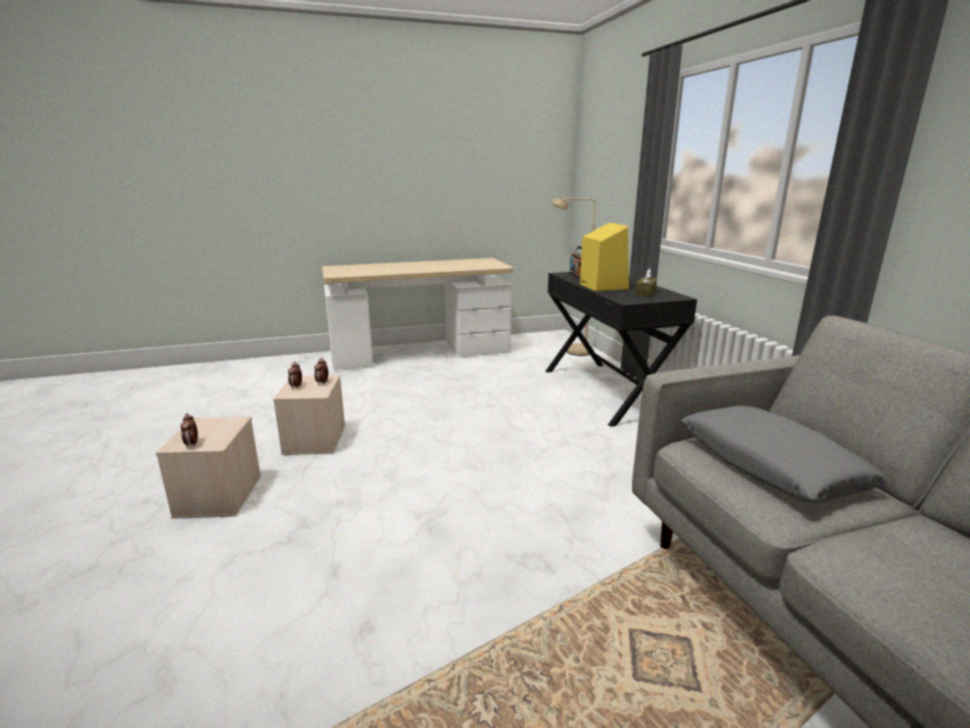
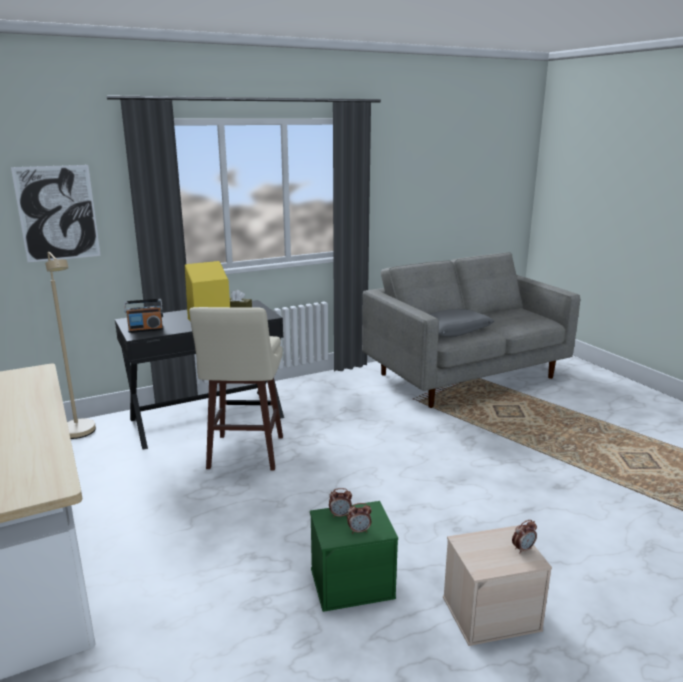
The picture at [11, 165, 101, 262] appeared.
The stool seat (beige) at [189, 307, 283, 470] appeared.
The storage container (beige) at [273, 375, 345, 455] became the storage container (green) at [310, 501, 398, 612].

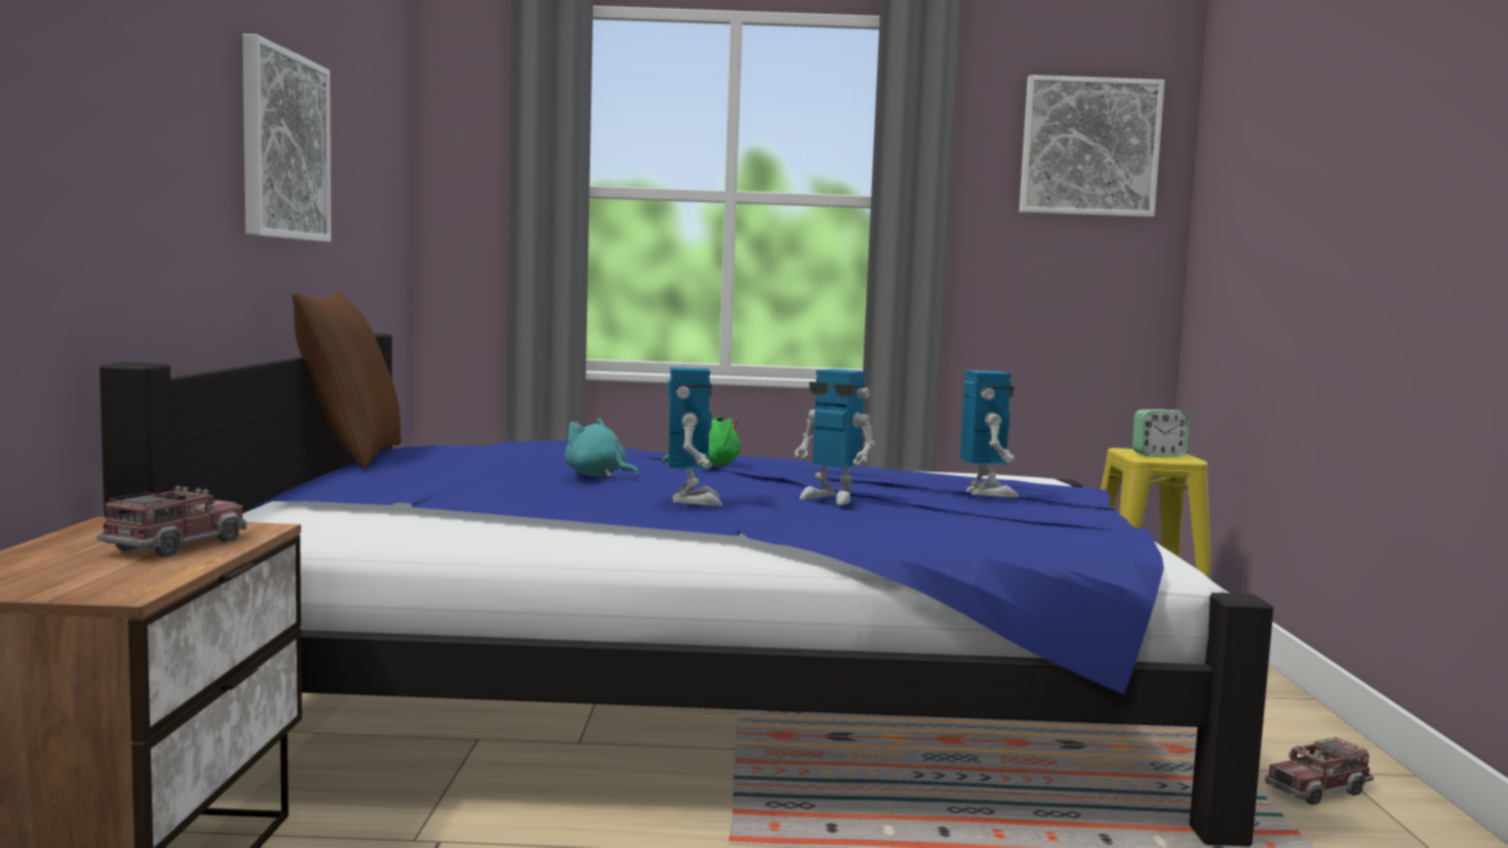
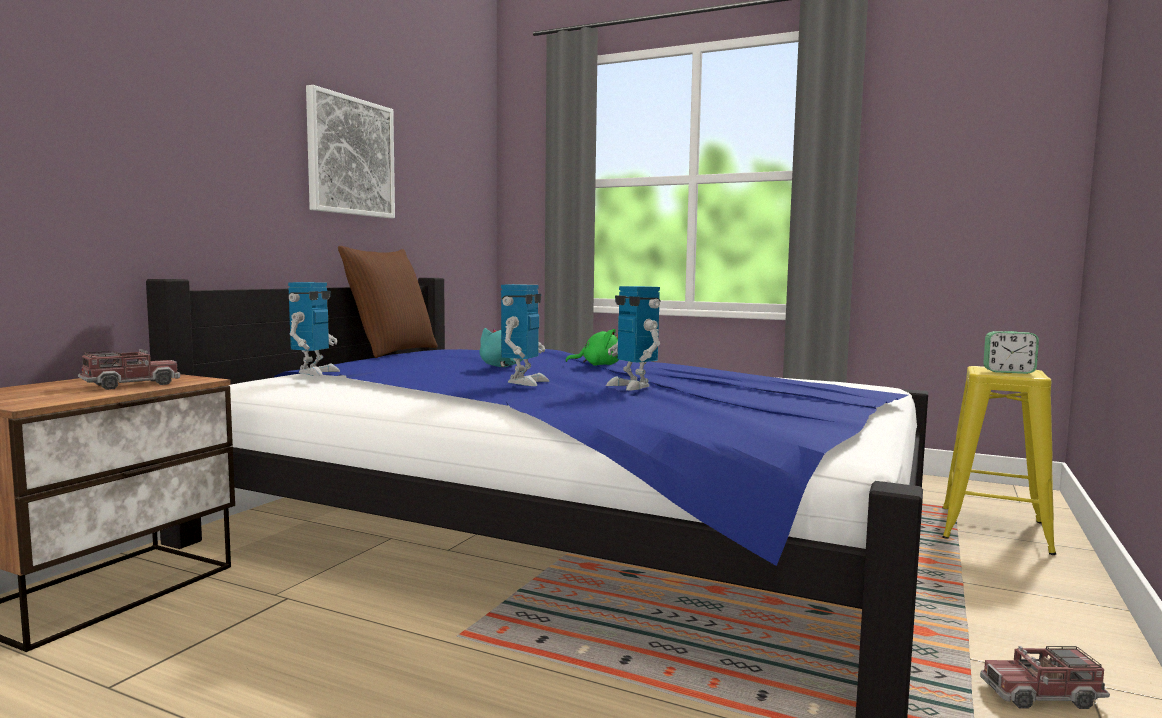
The picture at [1019, 75, 1165, 217] disappeared.
The model robot moved from [960, 370, 1019, 498] to [288, 282, 340, 376].

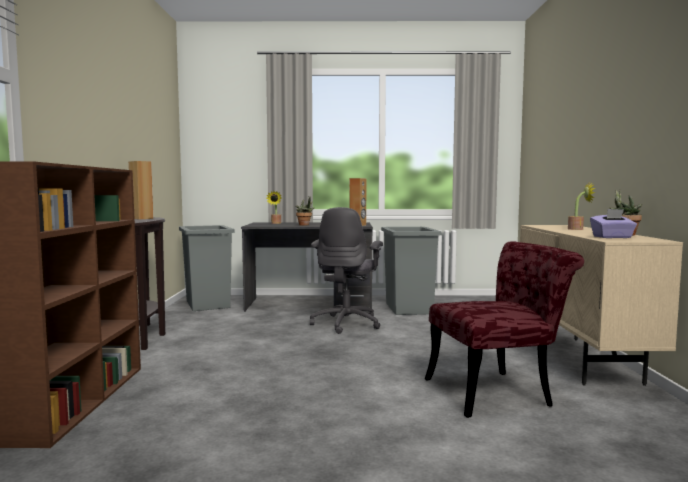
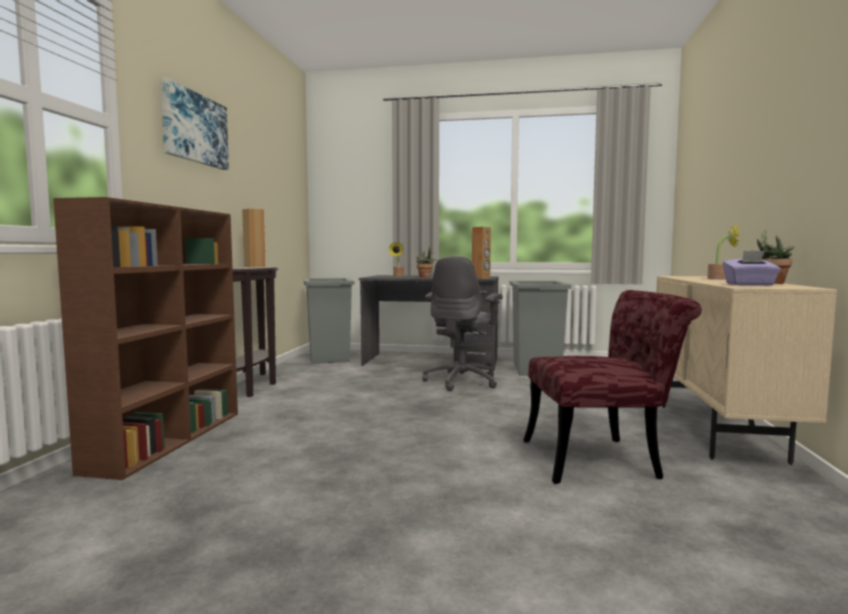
The picture at [160, 78, 229, 170] appeared.

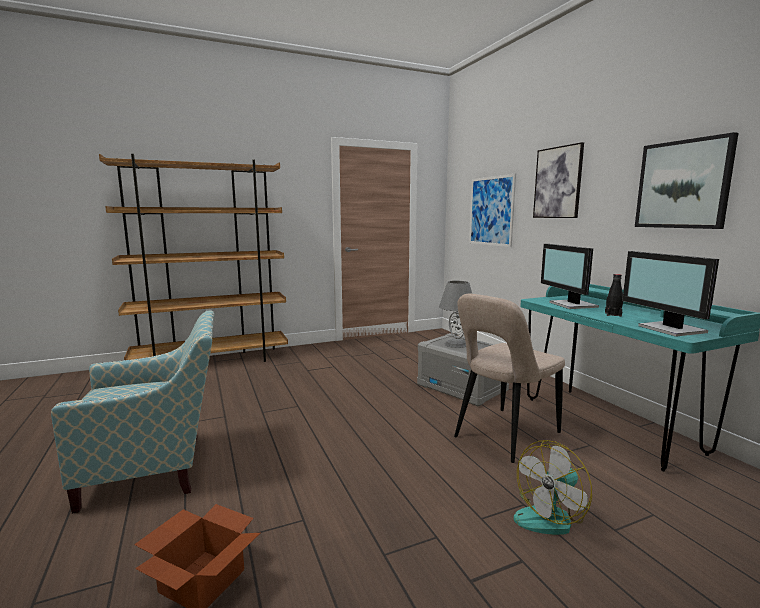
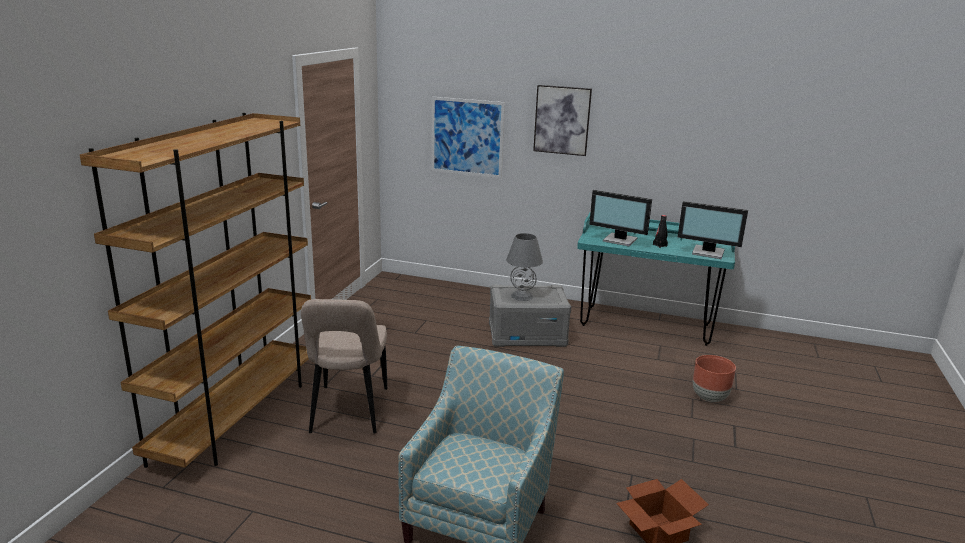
The picture at [635, 132, 738, 229] disappeared.
The plain chair (beige) moved from [454, 294, 565, 463] to [301, 299, 387, 434].
The electric fan at [514, 440, 592, 535] was replaced by the planter (brown-coloured) at [693, 355, 736, 402].

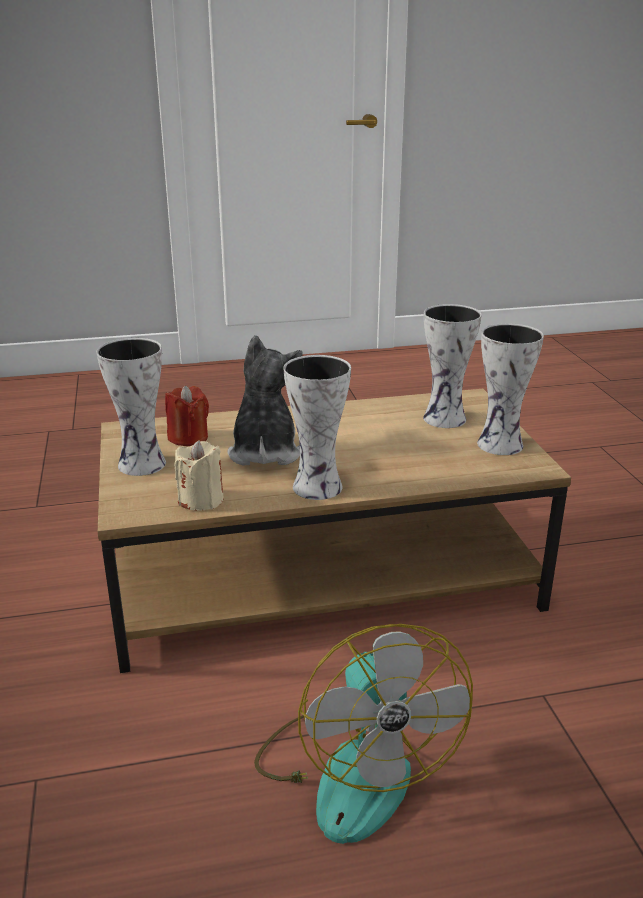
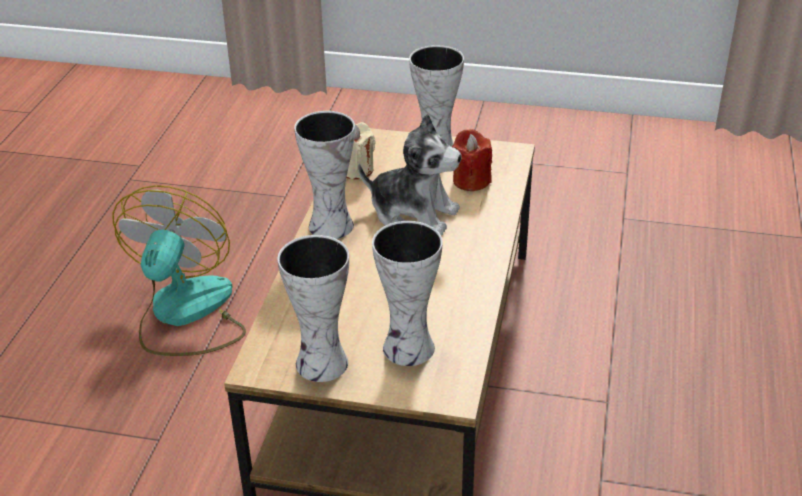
The electric fan at [254, 624, 473, 844] turned 90 degrees clockwise.

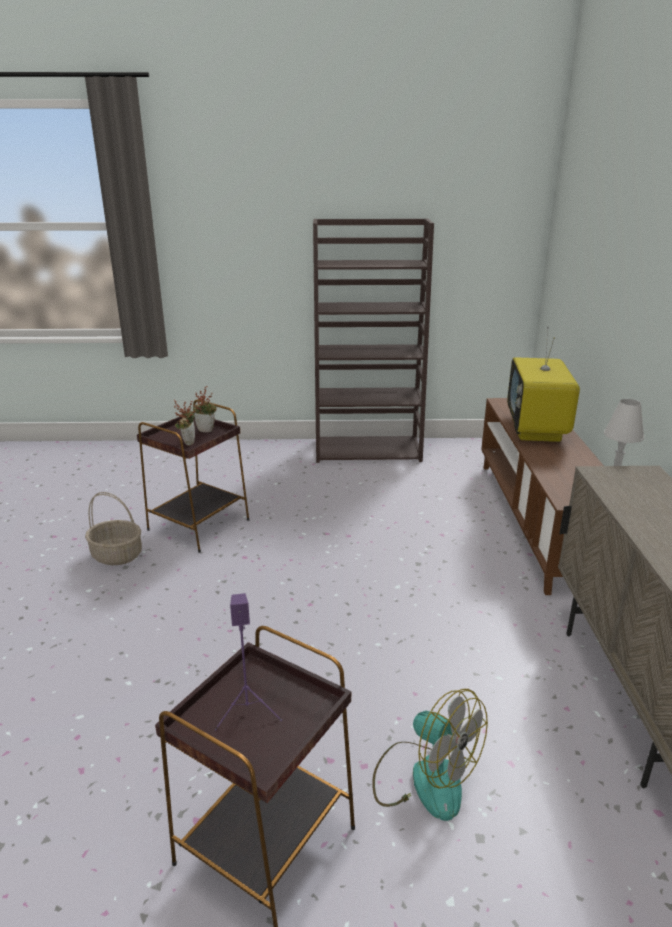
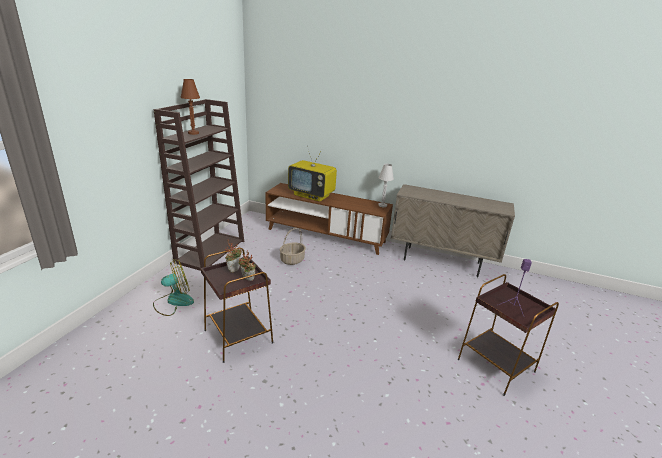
The tabletop lamp (brown-coloured) at [181, 79, 200, 135] appeared.
The storage basket moved from [85, 492, 142, 565] to [280, 228, 306, 265].
The electric fan moved from [372, 689, 488, 821] to [153, 260, 194, 316].

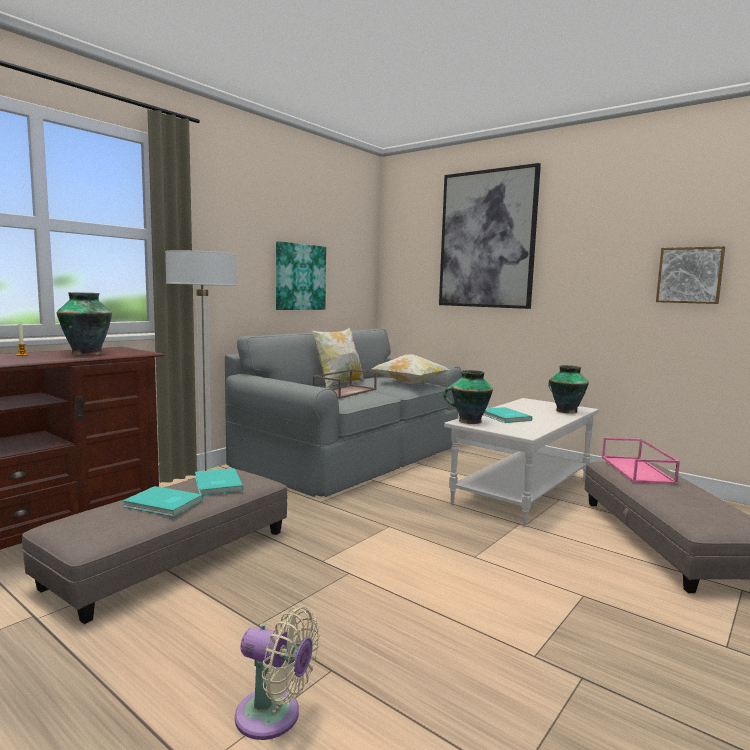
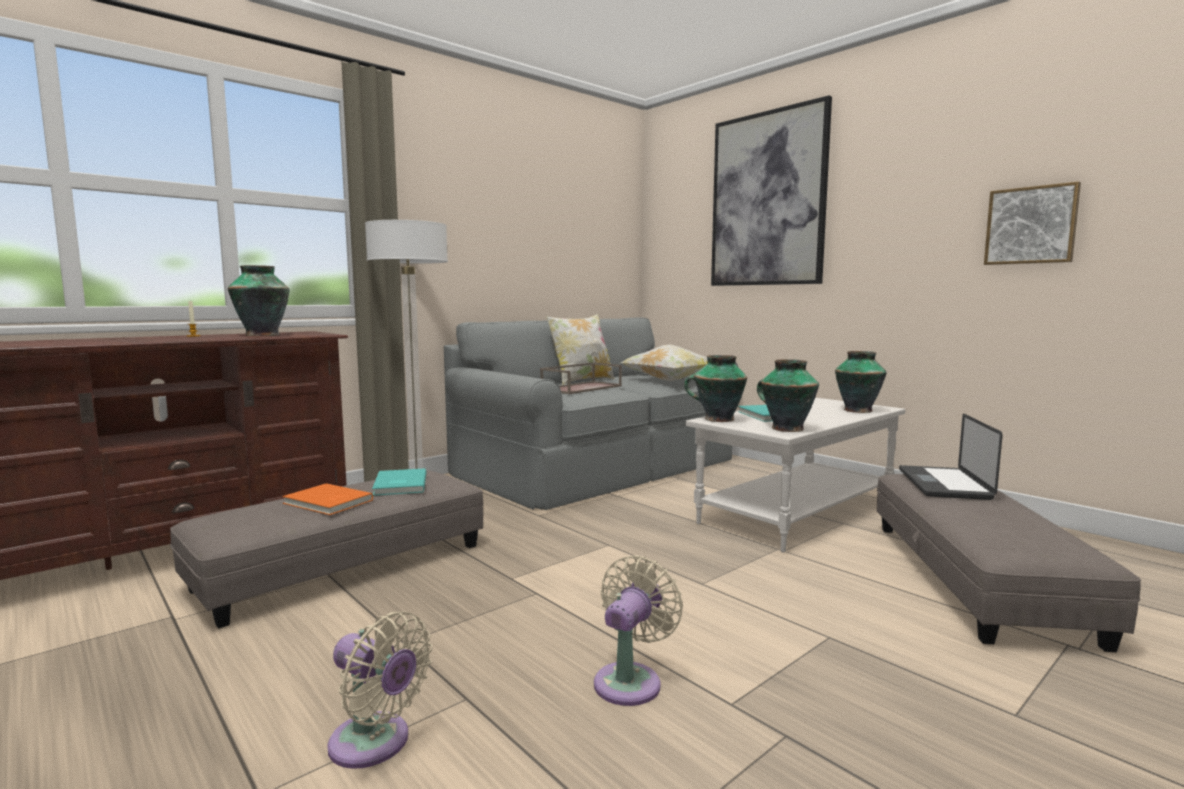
The picture at [276, 241, 326, 310] disappeared.
The electric fan (beige) at [594, 555, 683, 706] appeared.
The flower vase at [757, 359, 819, 432] appeared.
The carrying tray (pinkish) at [602, 438, 680, 484] was replaced by the laptop at [899, 414, 1003, 500].
The book (blue-green) at [122, 486, 203, 517] became the book (orange-coloured) at [282, 483, 373, 515].

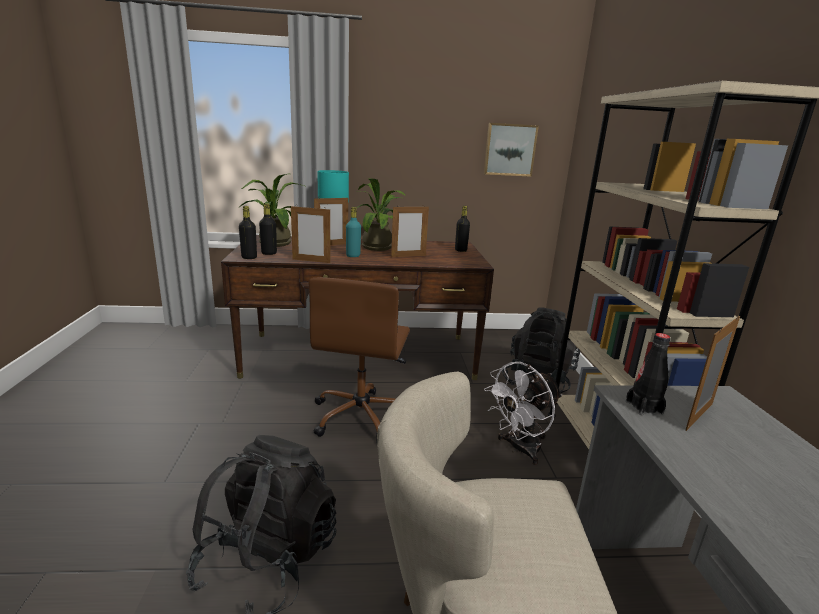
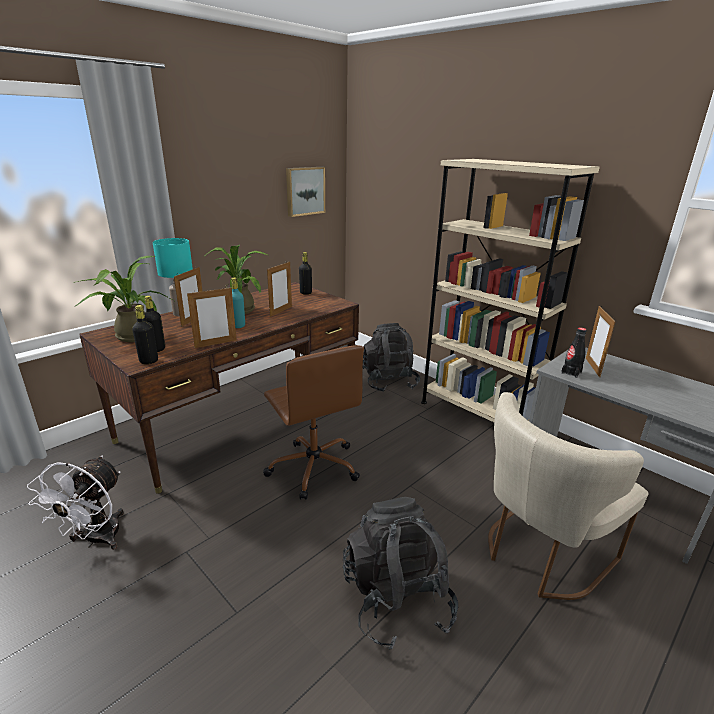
The electric fan (whitish) moved from [484, 362, 562, 465] to [27, 455, 124, 550].

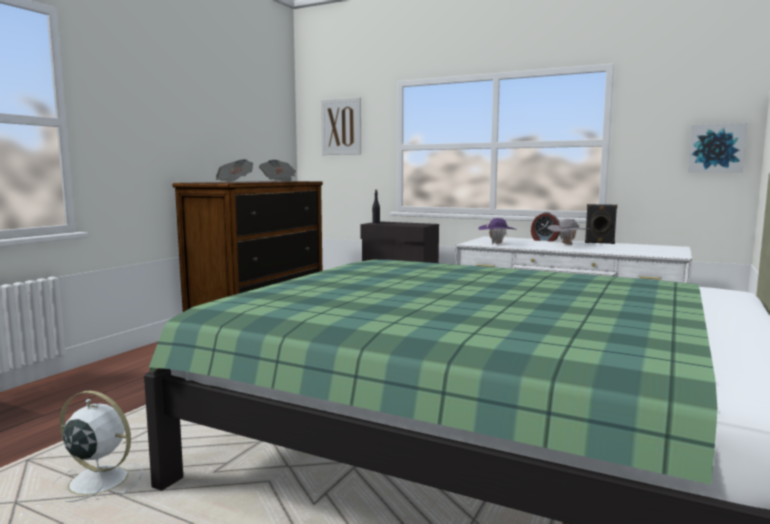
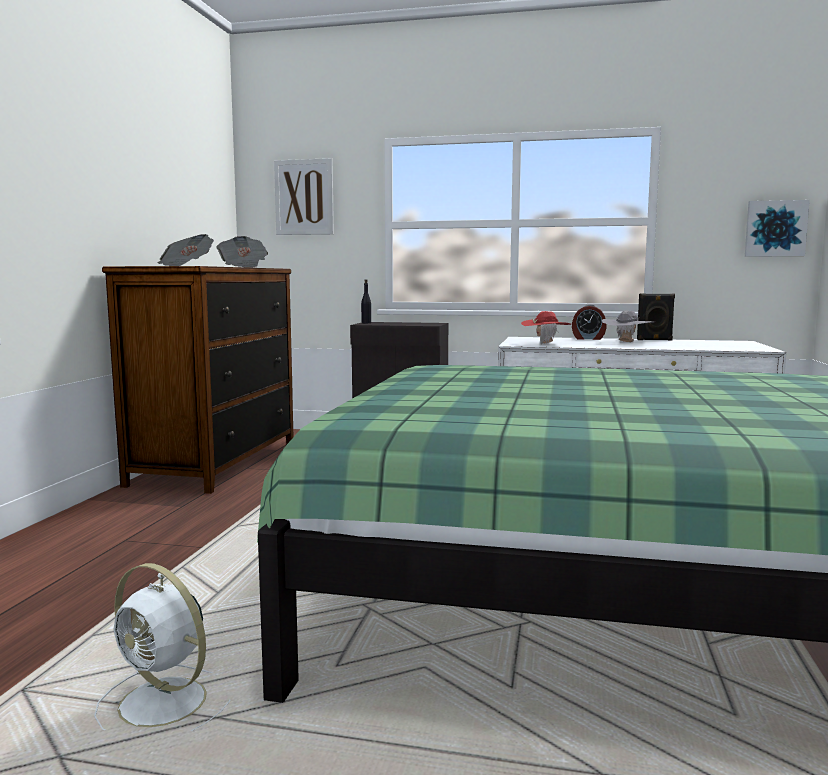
The wearable hat (purple) at [478, 218, 514, 245] became the wearable hat (red-coloured) at [521, 311, 571, 345].
The electric fan (whitish) at [50, 390, 143, 502] turned 150 degrees counterclockwise.

